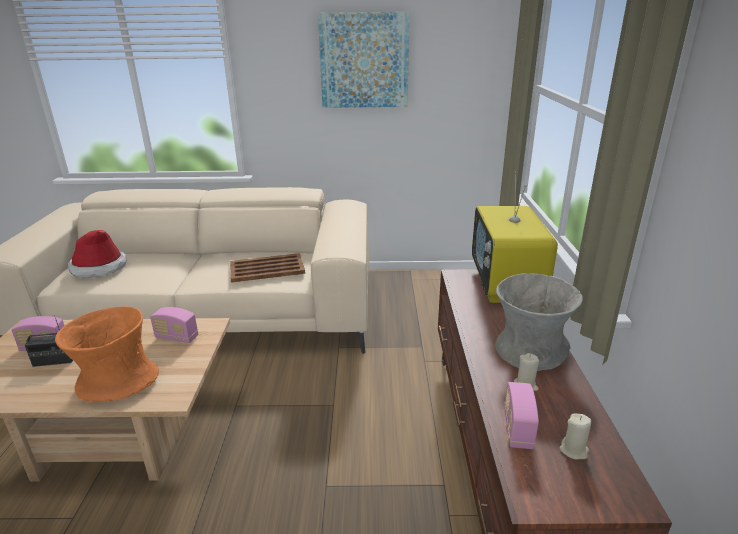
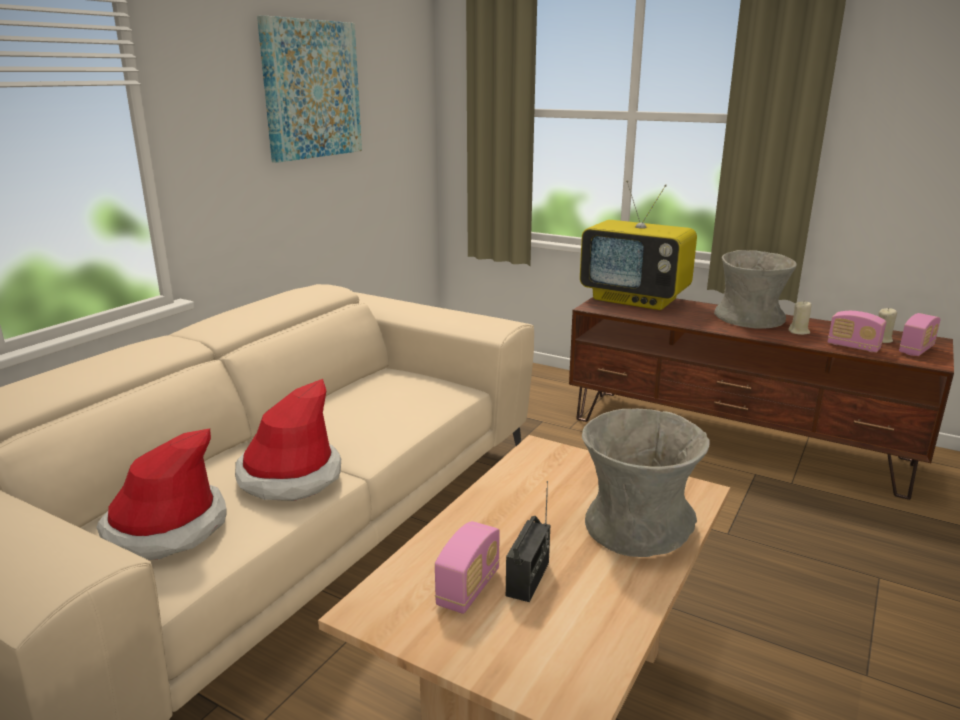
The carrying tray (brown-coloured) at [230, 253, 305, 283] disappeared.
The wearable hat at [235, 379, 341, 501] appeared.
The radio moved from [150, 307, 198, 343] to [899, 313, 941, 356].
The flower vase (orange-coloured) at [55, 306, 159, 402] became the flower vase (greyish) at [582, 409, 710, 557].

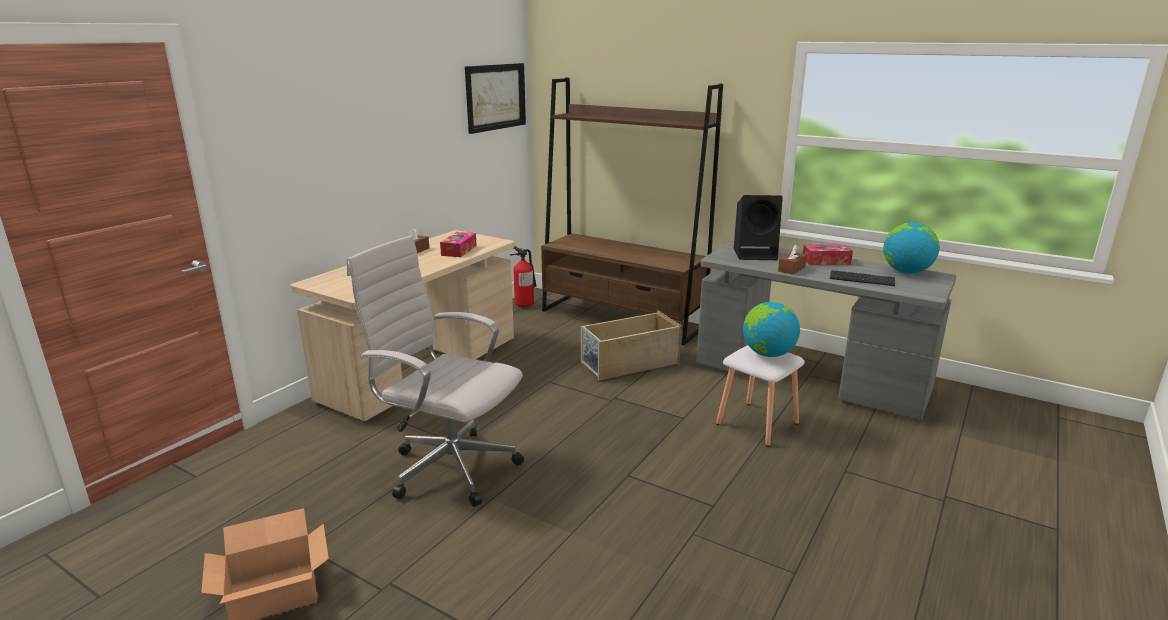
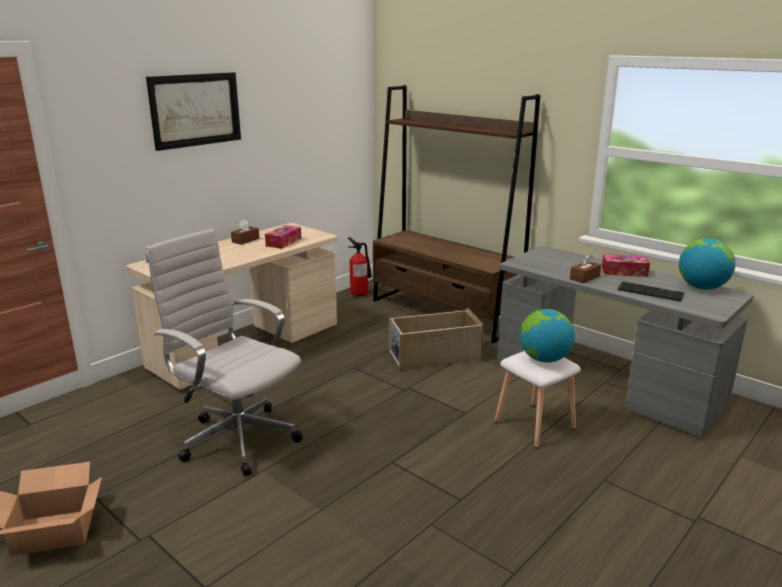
The speaker (black-coloured) at [734, 195, 783, 260] disappeared.
The picture moved from [465, 63, 526, 134] to [146, 72, 241, 151].

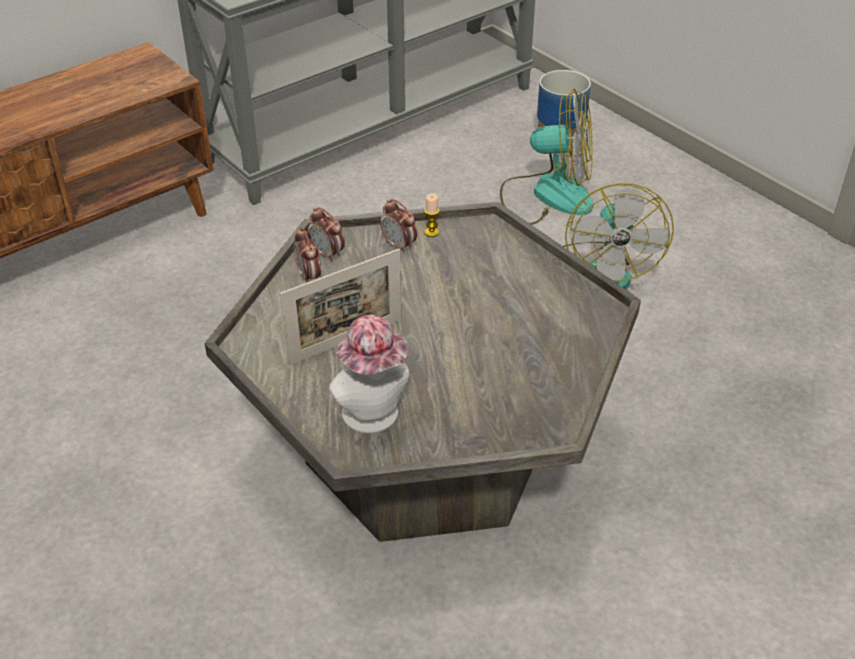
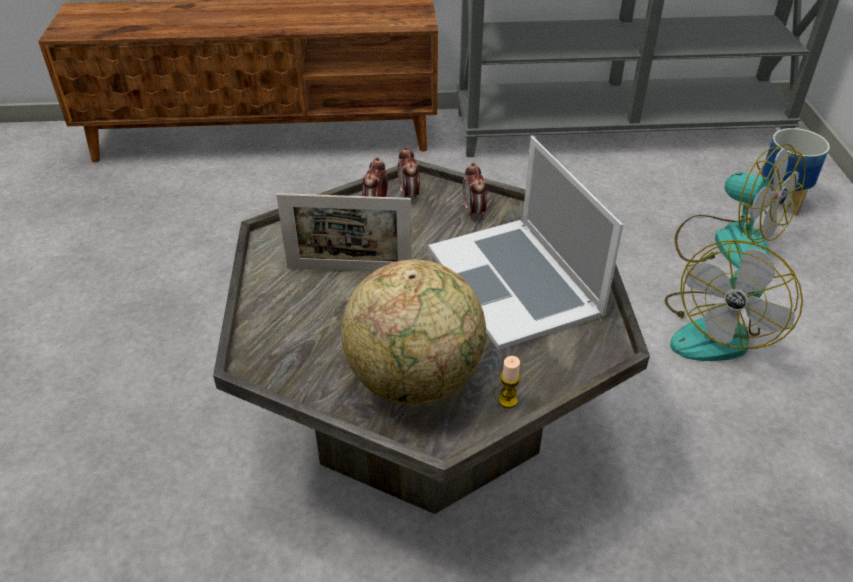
The wearable hat at [329, 314, 409, 433] disappeared.
The desk globe at [341, 259, 486, 405] appeared.
The laptop at [428, 136, 623, 350] appeared.
The wax light moved from [424, 193, 440, 237] to [498, 356, 520, 408].

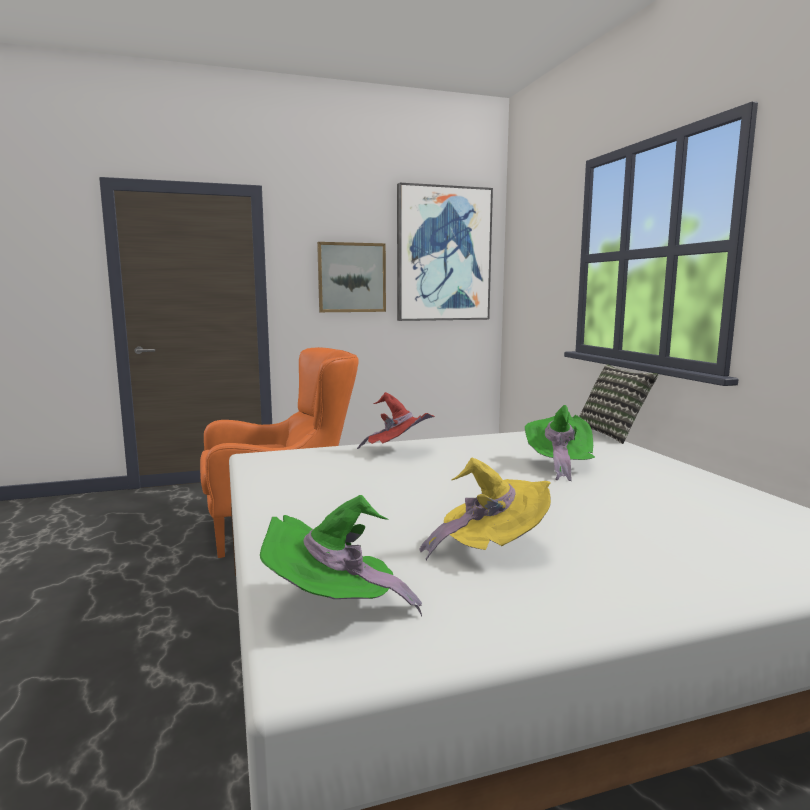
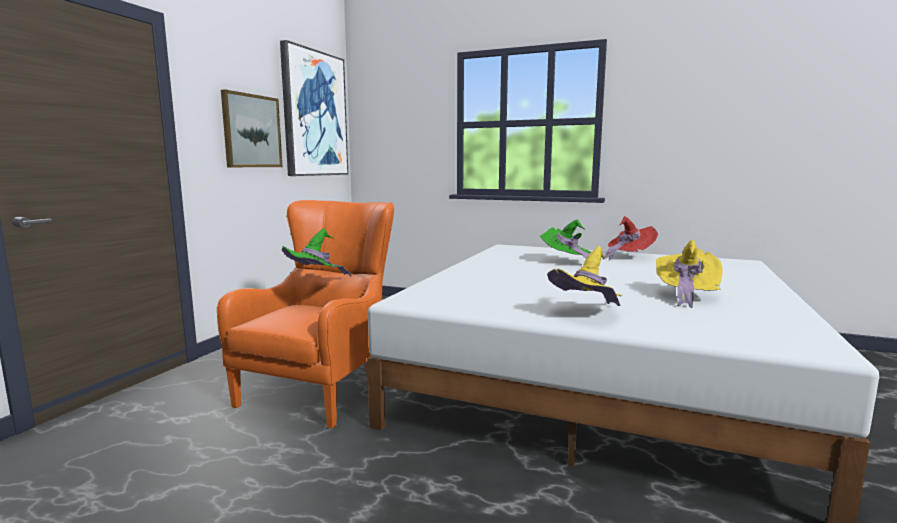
The throw pillow at [579, 364, 658, 444] disappeared.
The wearable hat (yellow-coloured) at [547, 246, 622, 306] appeared.
The wearable hat (green) moved from [260, 495, 422, 617] to [282, 228, 352, 277].
The wearable hat (red-coloured) moved from [357, 392, 435, 449] to [602, 216, 658, 261].

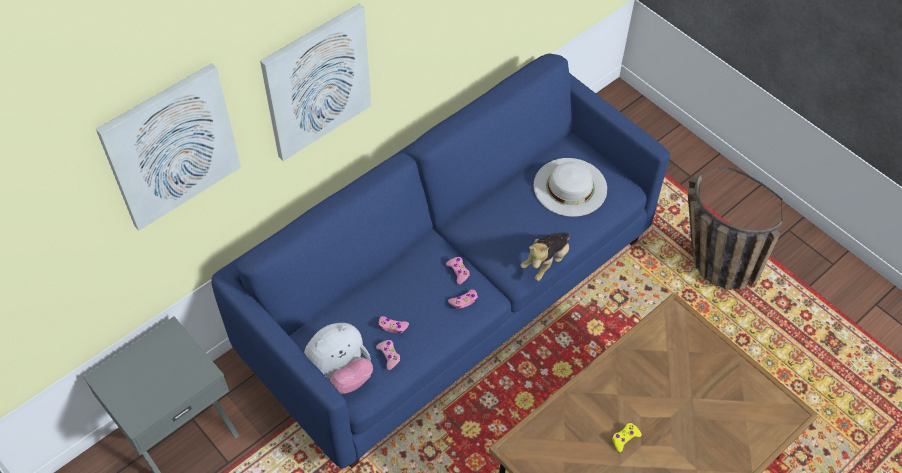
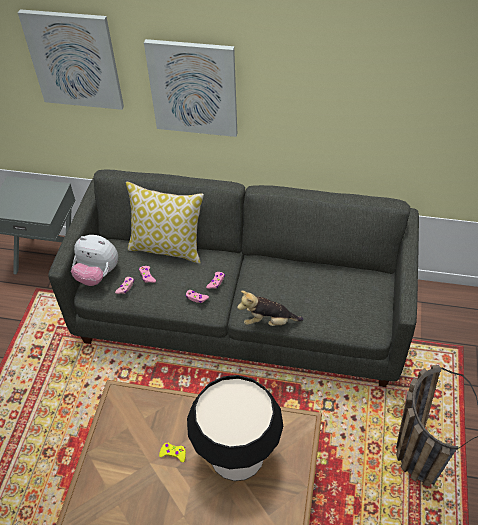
The wearable hat (whitish) at [534, 158, 607, 217] disappeared.
The throw pillow at [126, 181, 204, 264] appeared.
The tabletop lamp at [187, 375, 283, 481] appeared.
The sofa (blue-coloured) at [211, 54, 670, 468] became the sofa (greyish) at [48, 169, 419, 387].

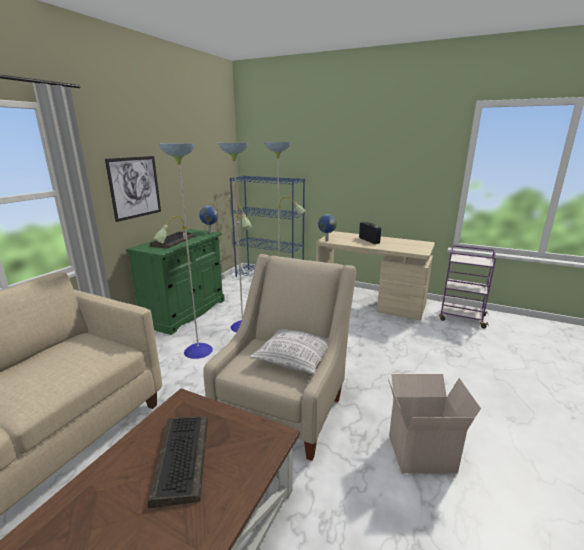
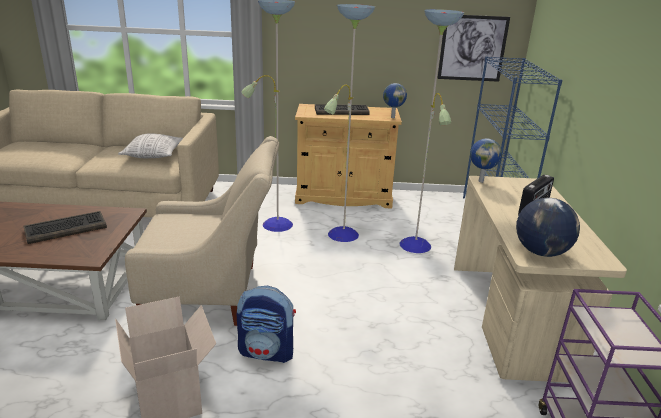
The rucksack at [237, 286, 296, 363] appeared.
The desk globe at [516, 198, 580, 257] appeared.
The picture moved from [105, 156, 161, 222] to [437, 15, 510, 82].
The throw pillow moved from [249, 329, 328, 375] to [118, 133, 183, 158].
The storage cabinet (green) at [126, 229, 225, 335] became the storage cabinet (beige) at [295, 104, 402, 209].

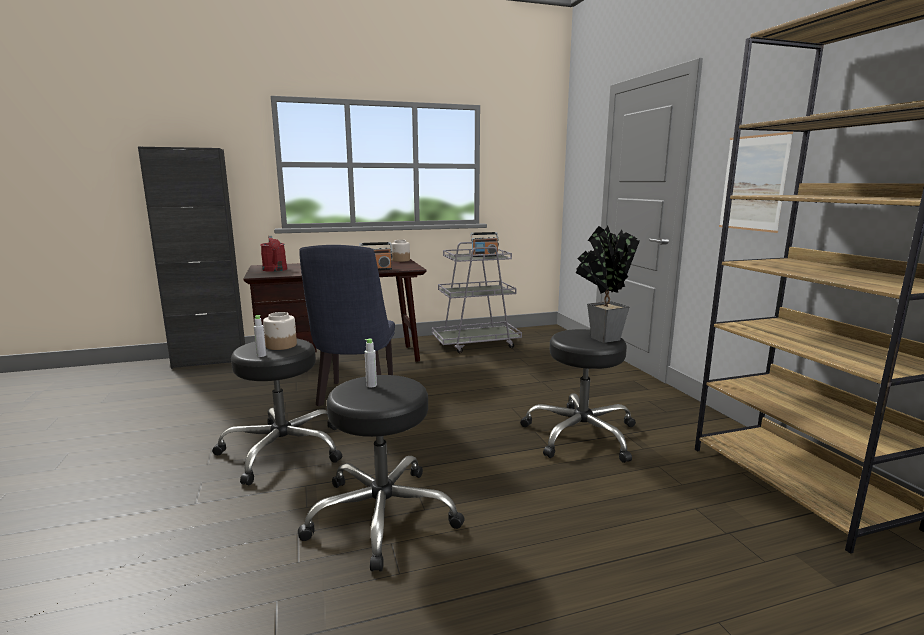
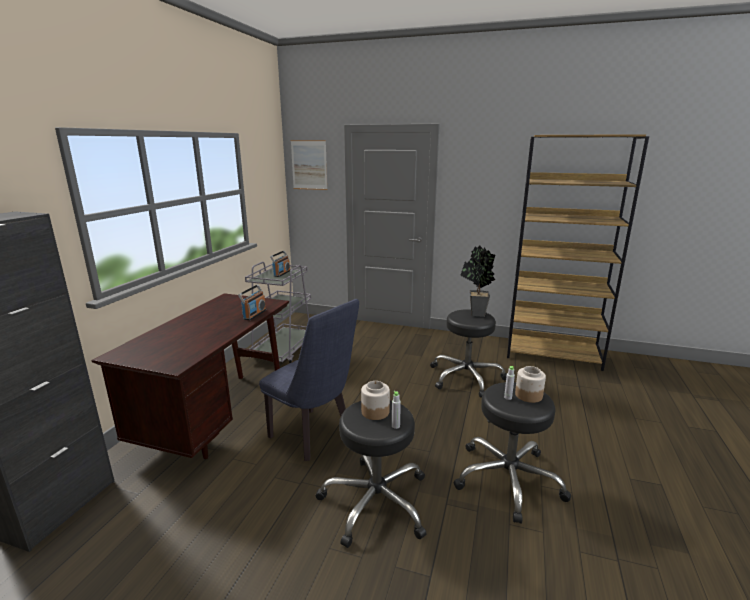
The watering can (red-coloured) at [260, 236, 287, 272] disappeared.
The preserve jar moved from [391, 240, 410, 262] to [515, 366, 546, 403].
The picture moved from [719, 132, 793, 233] to [291, 140, 328, 190].

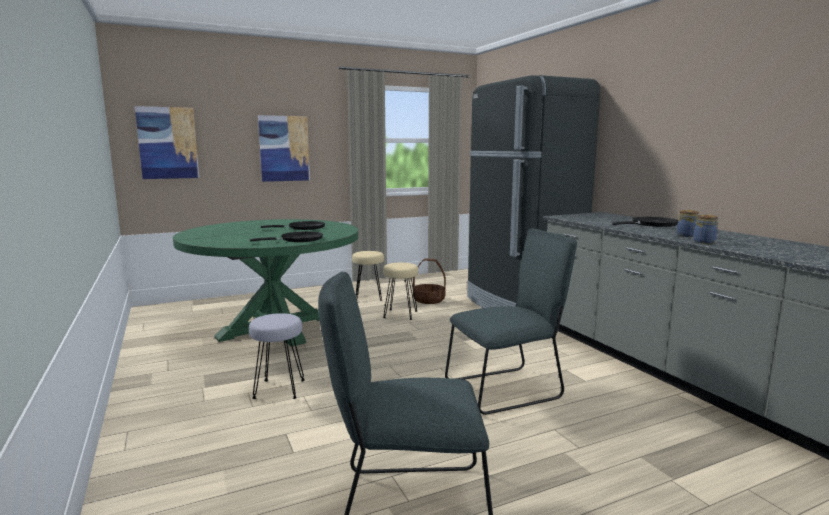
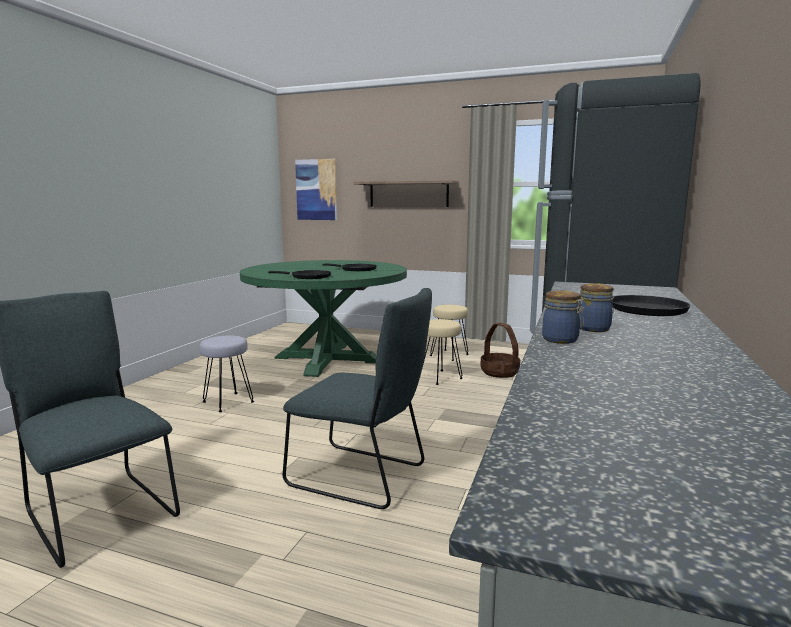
The picture at [258, 115, 310, 182] was replaced by the shelf at [353, 180, 458, 207].

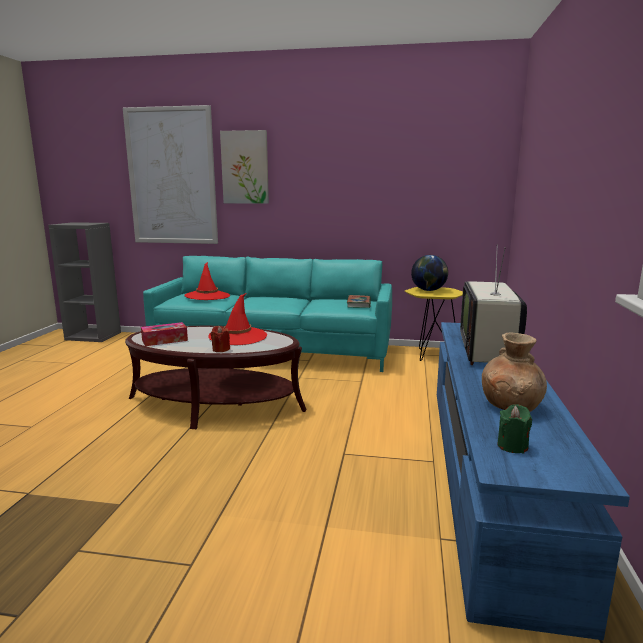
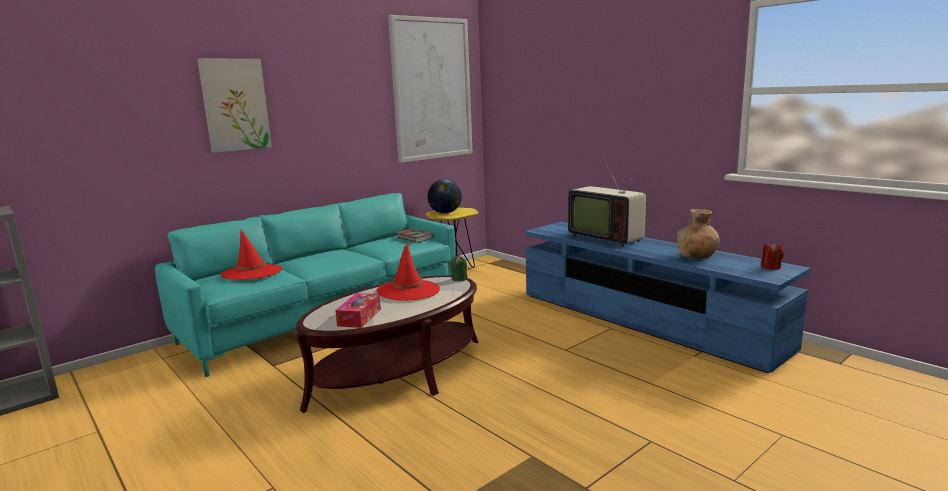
The picture moved from [123, 105, 218, 244] to [388, 15, 473, 163].
The wax light (red-coloured) moved from [211, 326, 230, 352] to [761, 243, 784, 270].
The wax light (green) moved from [497, 404, 532, 453] to [450, 256, 467, 281].

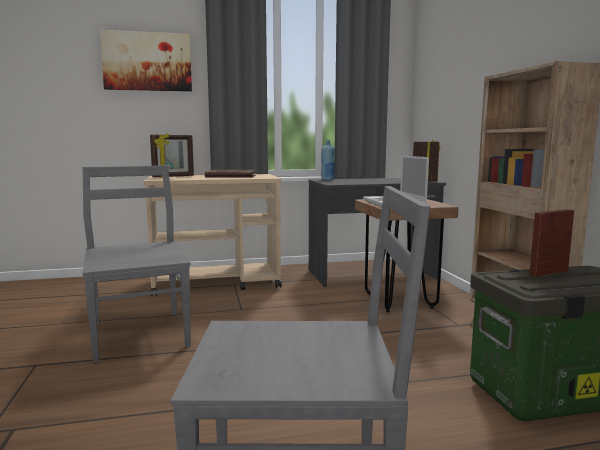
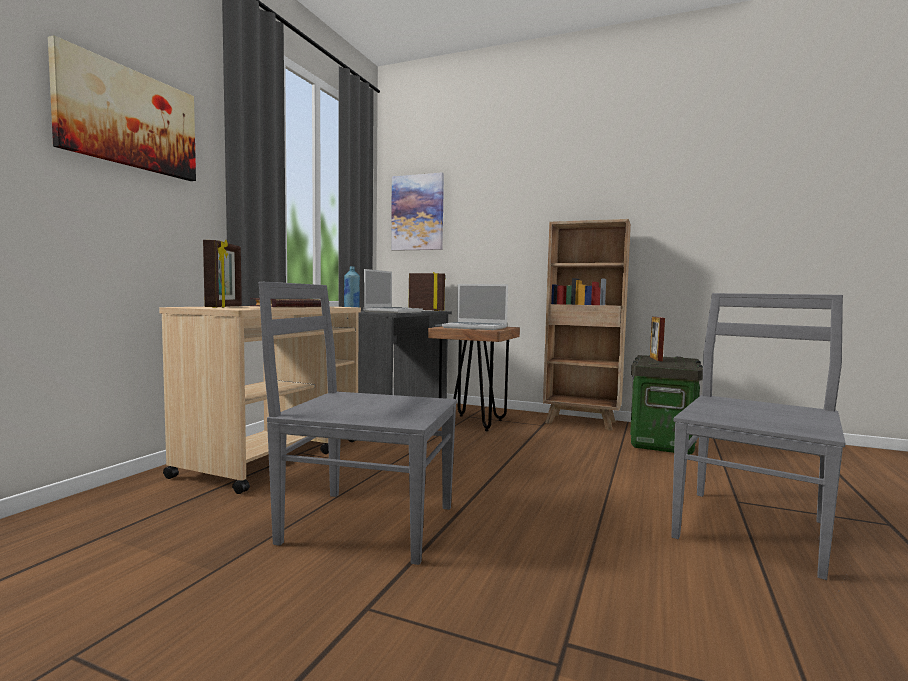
The laptop at [363, 269, 423, 313] appeared.
The picture at [391, 173, 444, 251] appeared.

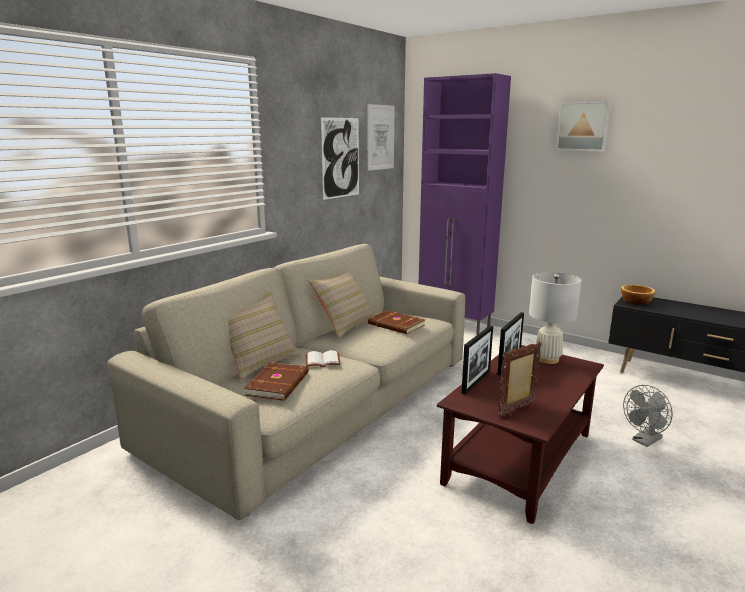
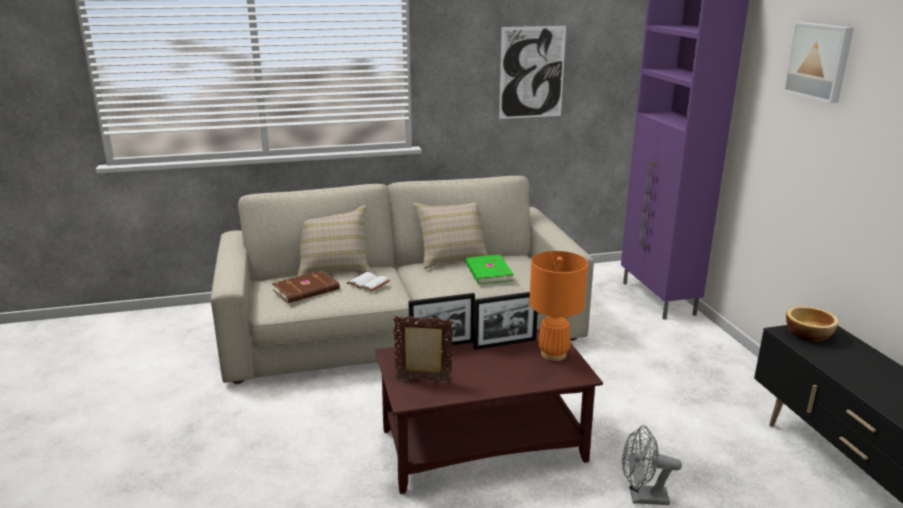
The picture at [368, 104, 395, 171] disappeared.
The book (brown-coloured) at [368, 310, 425, 334] became the book (green) at [465, 255, 514, 284].
The tabletop lamp (whitish) at [529, 272, 581, 364] became the tabletop lamp (orange-coloured) at [529, 251, 588, 361].

